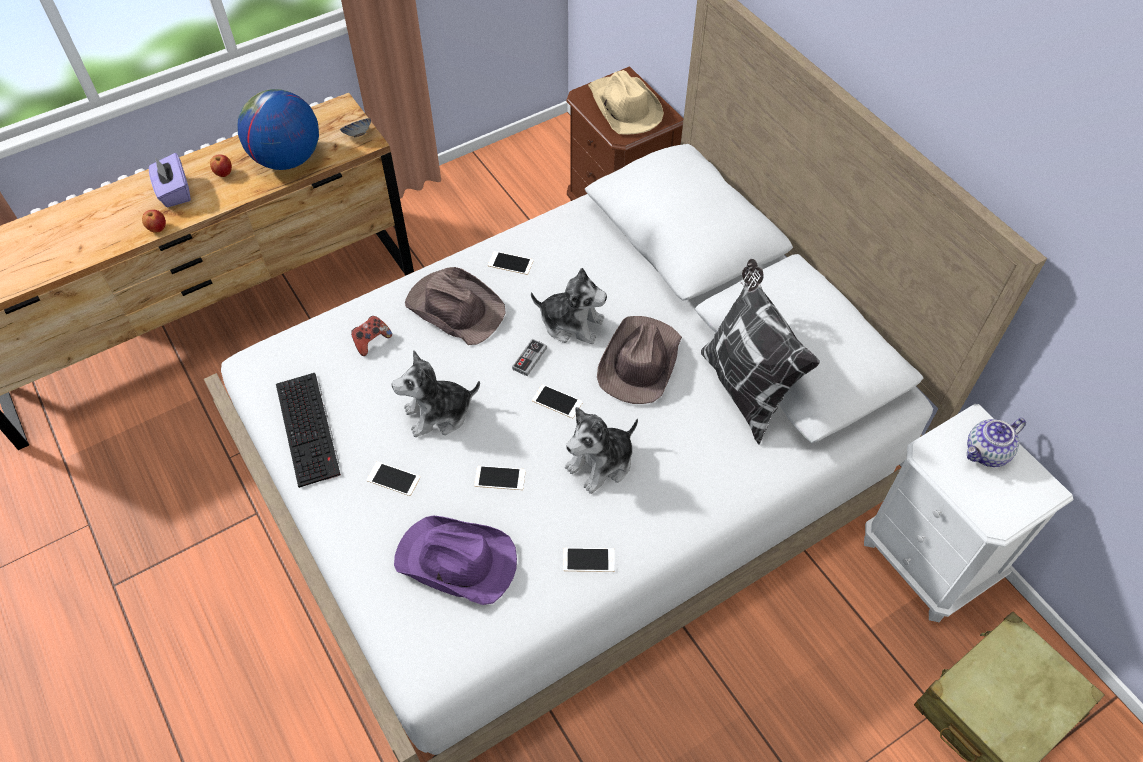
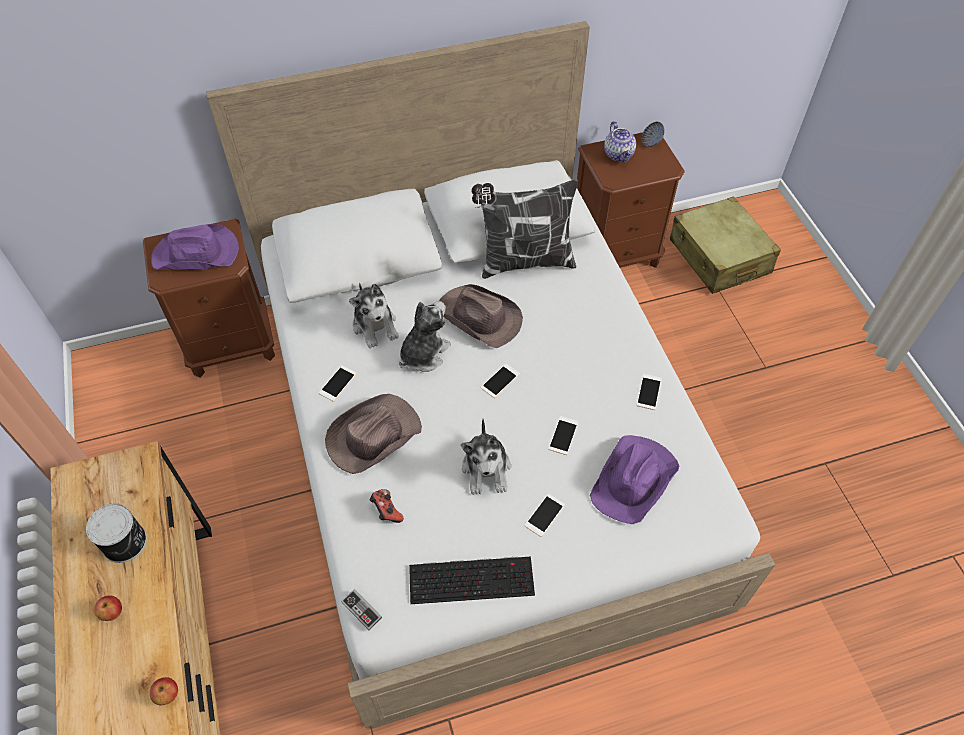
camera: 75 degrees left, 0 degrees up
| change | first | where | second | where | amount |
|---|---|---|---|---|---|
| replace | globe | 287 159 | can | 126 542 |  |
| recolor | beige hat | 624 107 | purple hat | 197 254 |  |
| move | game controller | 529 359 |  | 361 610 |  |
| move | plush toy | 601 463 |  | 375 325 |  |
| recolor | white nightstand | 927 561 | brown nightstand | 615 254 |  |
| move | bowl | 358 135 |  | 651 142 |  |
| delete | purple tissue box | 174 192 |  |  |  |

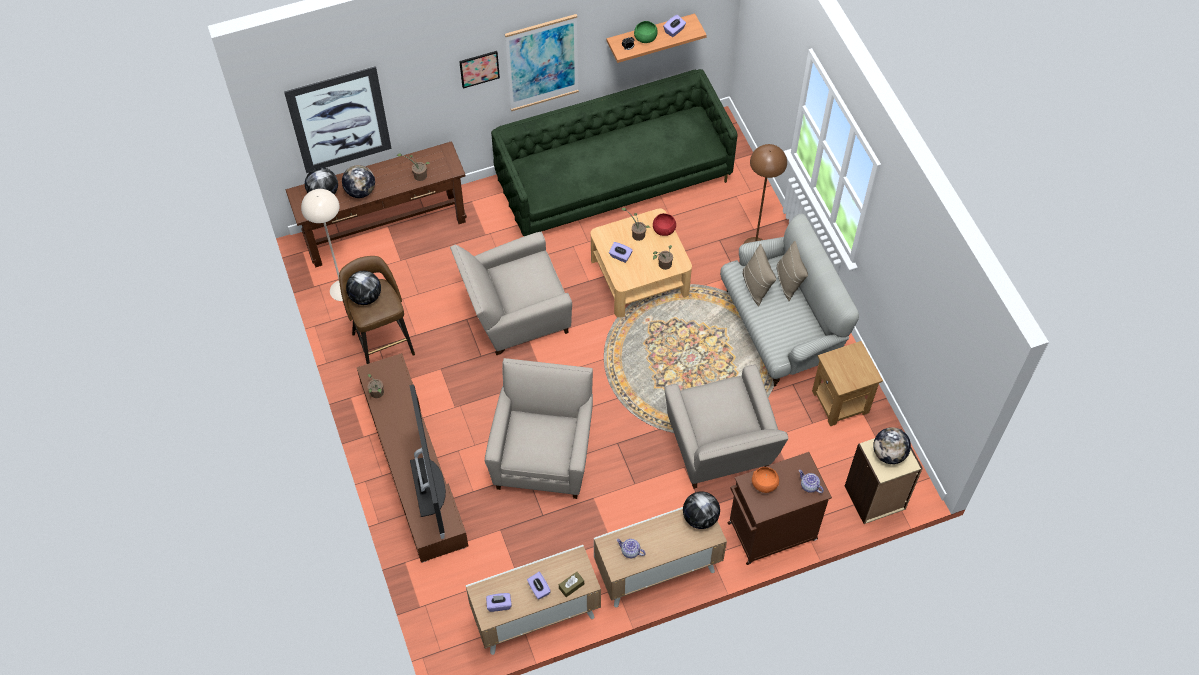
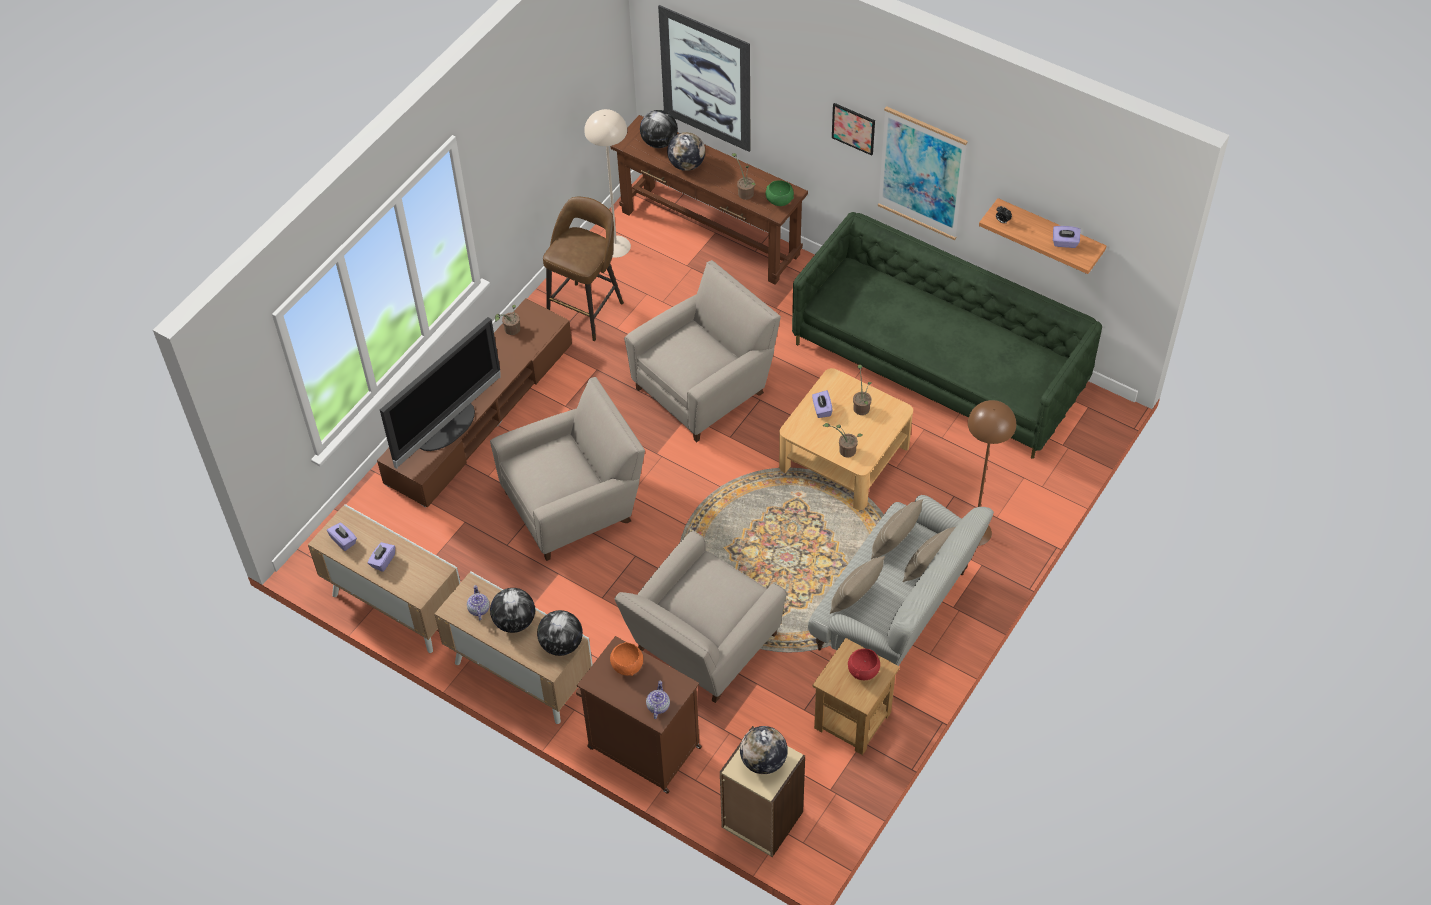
camera: 55 degrees right, 5 degrees down
| change | first | where | second | where | amount |
|---|---|---|---|---|---|
| move | globe | 365 297 |  | 514 621 |  |
| rotate | beige armchair | 514 315 |  | 705 387 | 105 degrees clockwise |
| move | green bowl | 645 39 |  | 779 201 |  |
| insert |  |  | beige pillow | 855 598 |  |
| move | red bowl | 664 230 |  | 863 671 |  |
| delete | brown tissue box | 571 586 |  |  |  |

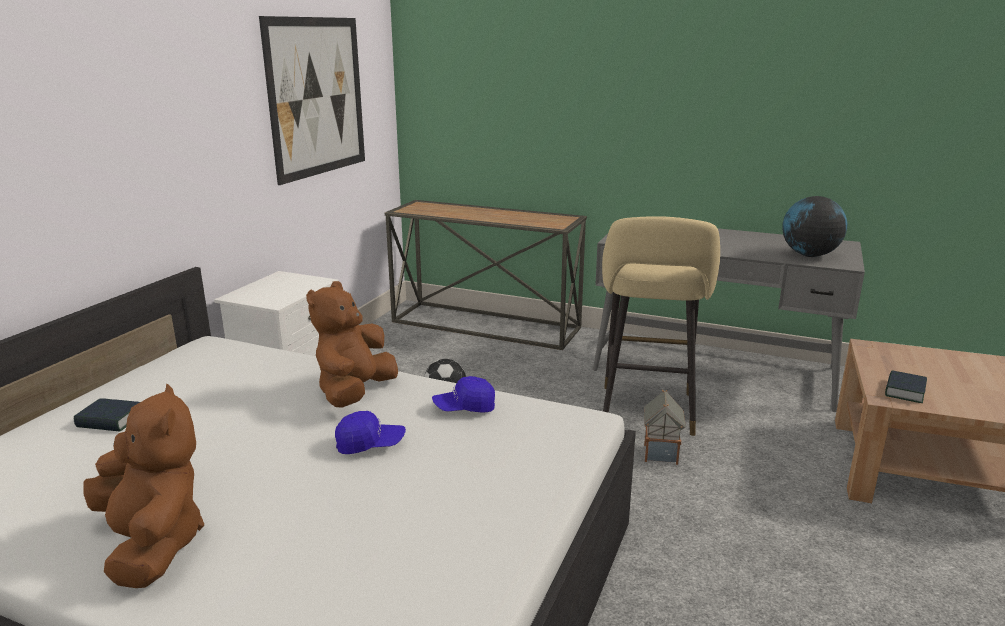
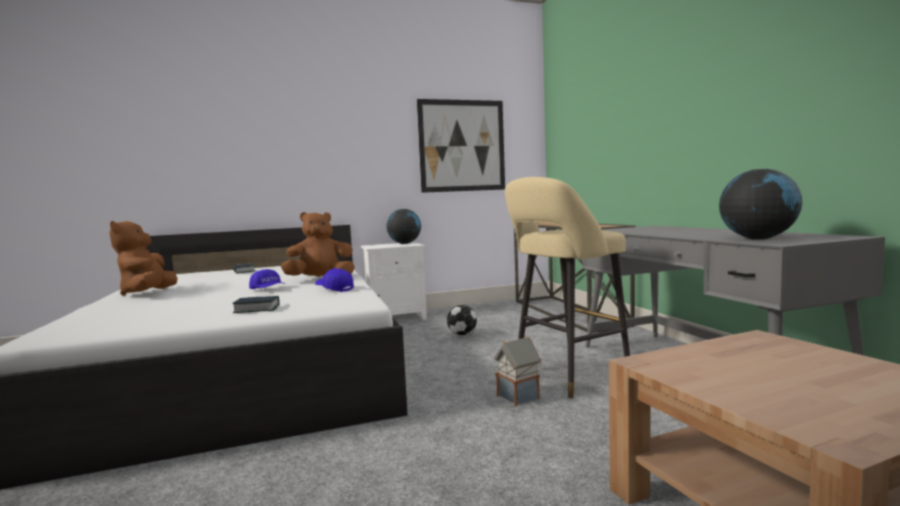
camera: 50 degrees right, 15 degrees down
| change | first | where | second | where | amount |
|---|---|---|---|---|---|
| rotate | brown plush toy | 153 545 |  | 148 293 | 150 degrees clockwise |
| move | book | 904 391 |  | 257 309 |  |
| insert |  |  | globe | 404 243 |  |

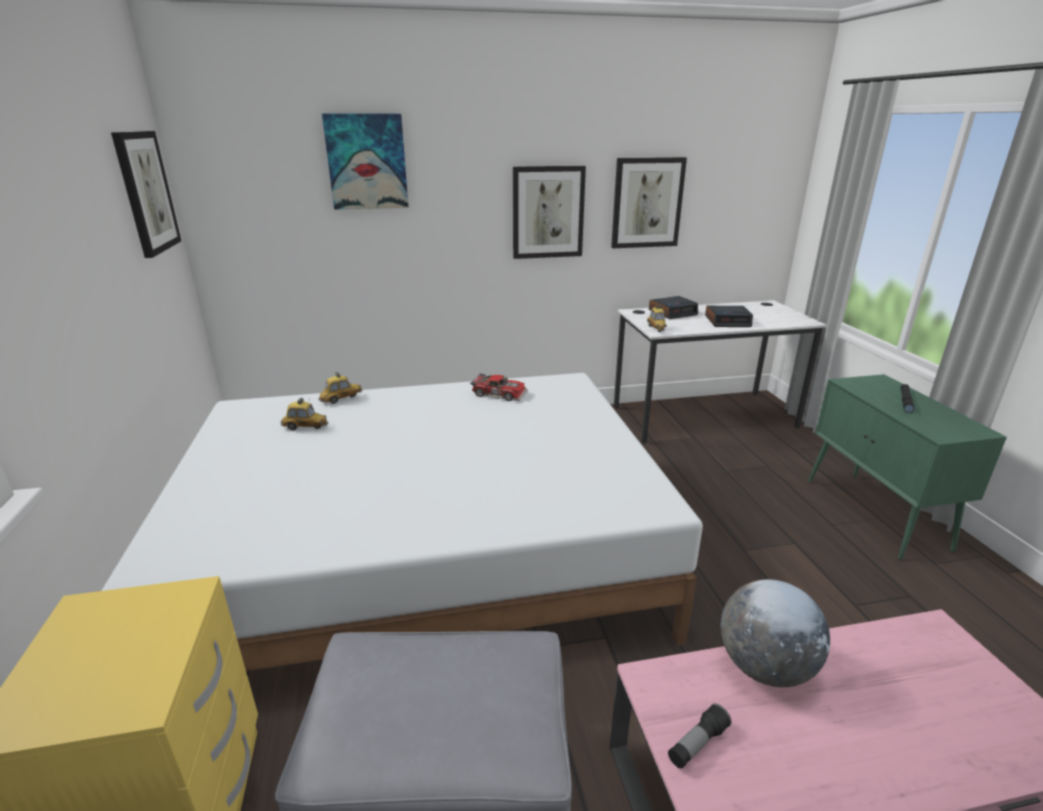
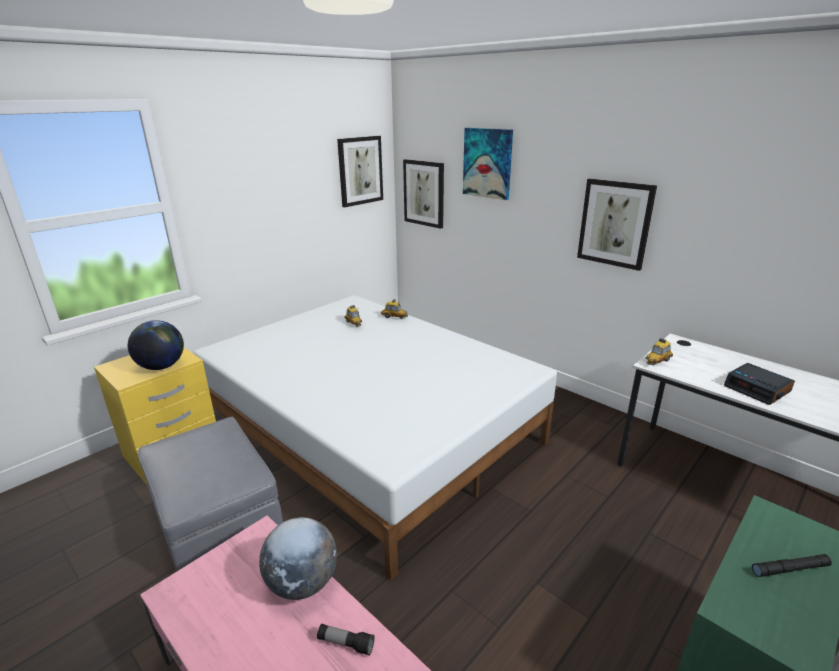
camera: 55 degrees right, 0 degrees up
| change | first | where | second | where | amount |
|---|---|---|---|---|---|
| insert |  |  | globe | 161 366 |  |
| move | flashlight | 697 744 |  | 346 643 |  |
| move | picture | 647 203 |  | 424 193 |  |
| delete | toy car | 499 393 |  |  |  |
| delete | alarm clock | 672 312 |  |  |  |

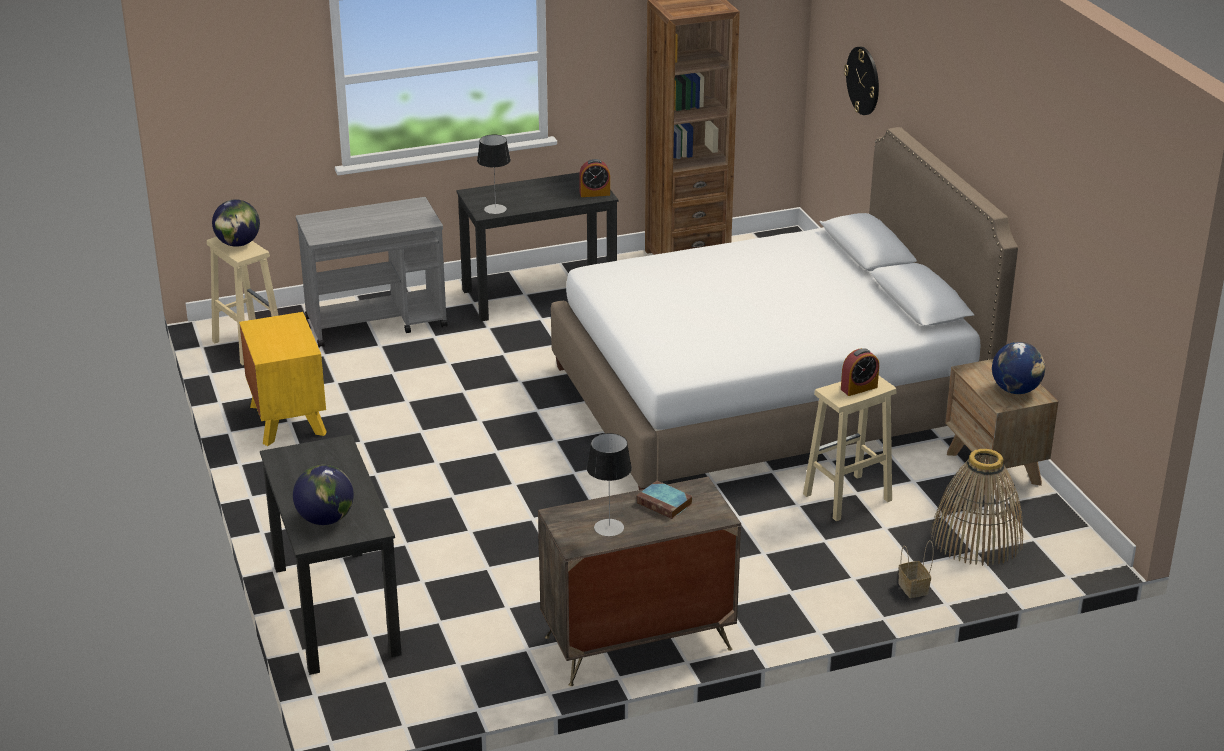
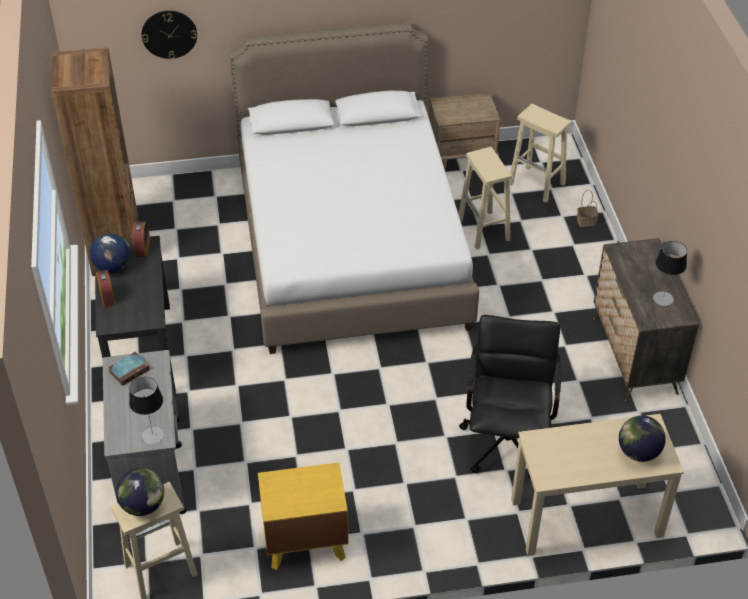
camera: 80 degrees left, 15 degrees up
| change | first | where | second | where | amount |
|---|---|---|---|---|---|
| move | globe | 1016 390 |  | 113 267 |  |
| move | alarm clock | 859 388 |  | 107 297 |  |
| move | book | 665 503 |  | 129 370 |  |
| move | table lamp | 495 209 |  | 152 435 |  |
| insert |  |  | black office chair | 507 437 |  |
| replace | basket | 976 538 | beige stool | 537 184 |  |
| recolor | black desk | 335 609 | beige desk | 585 518 |  |

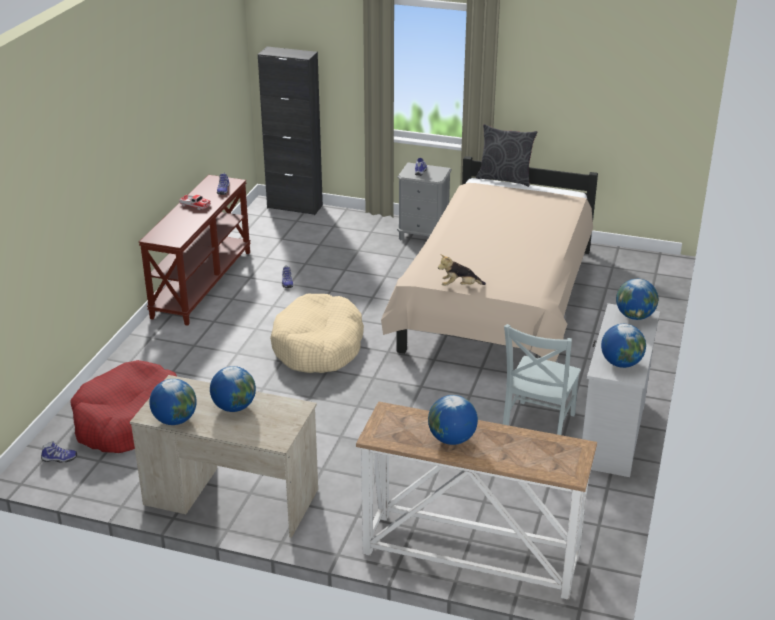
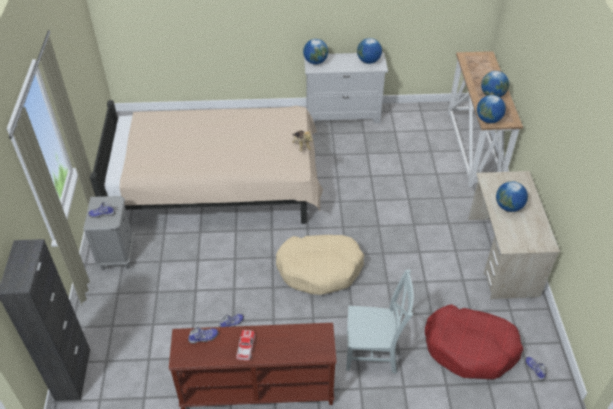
camera: 110 degrees left, 15 degrees up
| change | first | where | second | where | amount |
|---|---|---|---|---|---|
| move | grey chair | 537 427 |  | 374 352 |  |
| move | globe | 175 420 |  | 488 120 |  |
| delete | grey pillow | 504 179 |  |  |  |

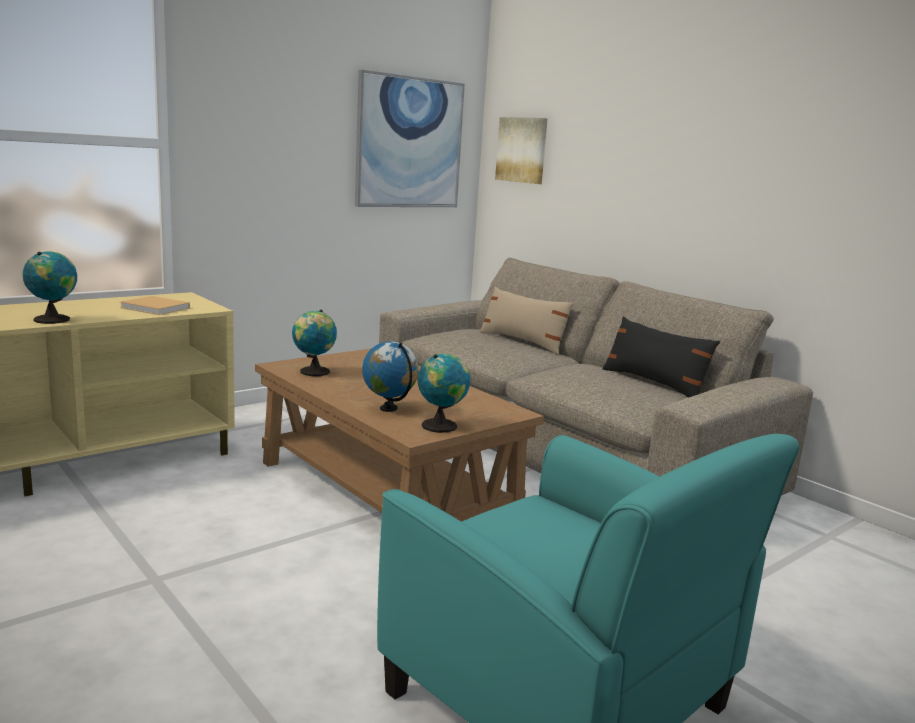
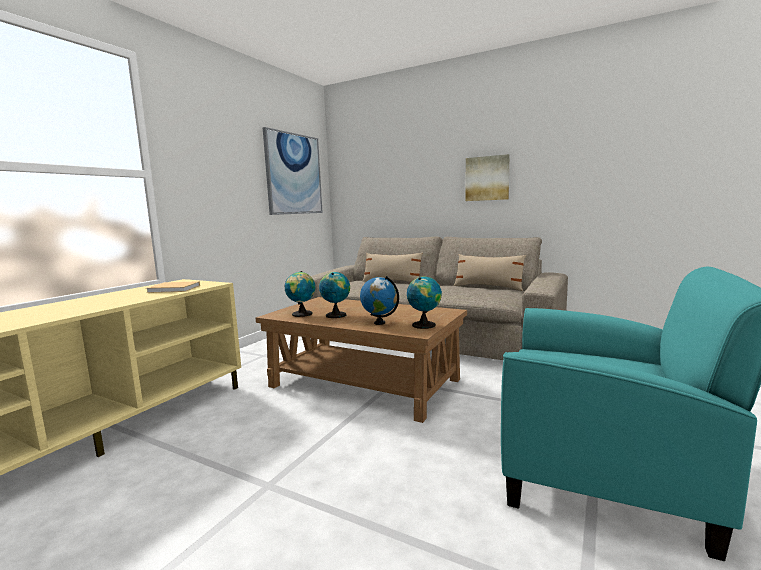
camera: 20 degrees left, 5 degrees down
| change | first | where | second | where | amount |
|---|---|---|---|---|---|
| move | globe | 54 319 |  | 336 315 |  |
| recolor | black pillow | 654 383 | beige pillow | 488 287 |  |
| move | picture | 522 150 |  | 487 178 |  |

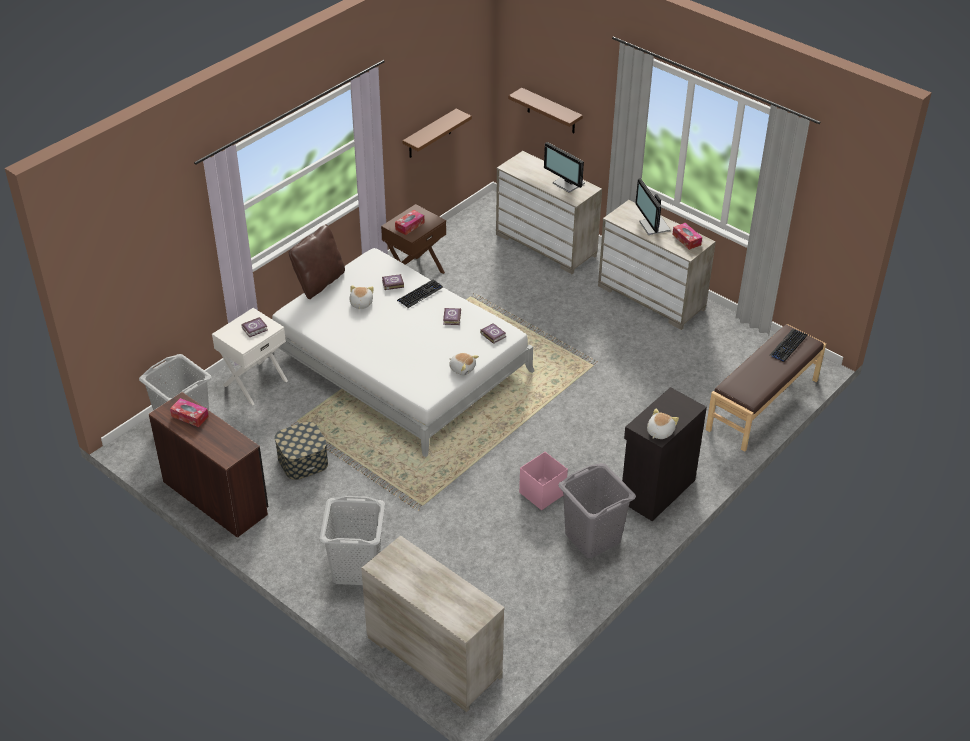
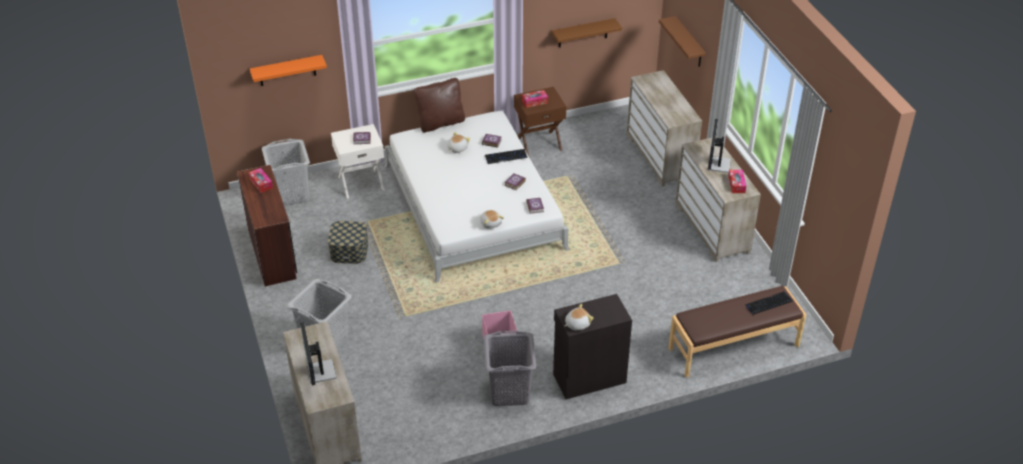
camera: 30 degrees right, 0 degrees up
| change | first | where | second | where | amount |
|---|---|---|---|---|---|
| insert |  |  | orange shelf | 287 70 |  |
| move | monitor | 568 184 |  | 320 372 |  |

